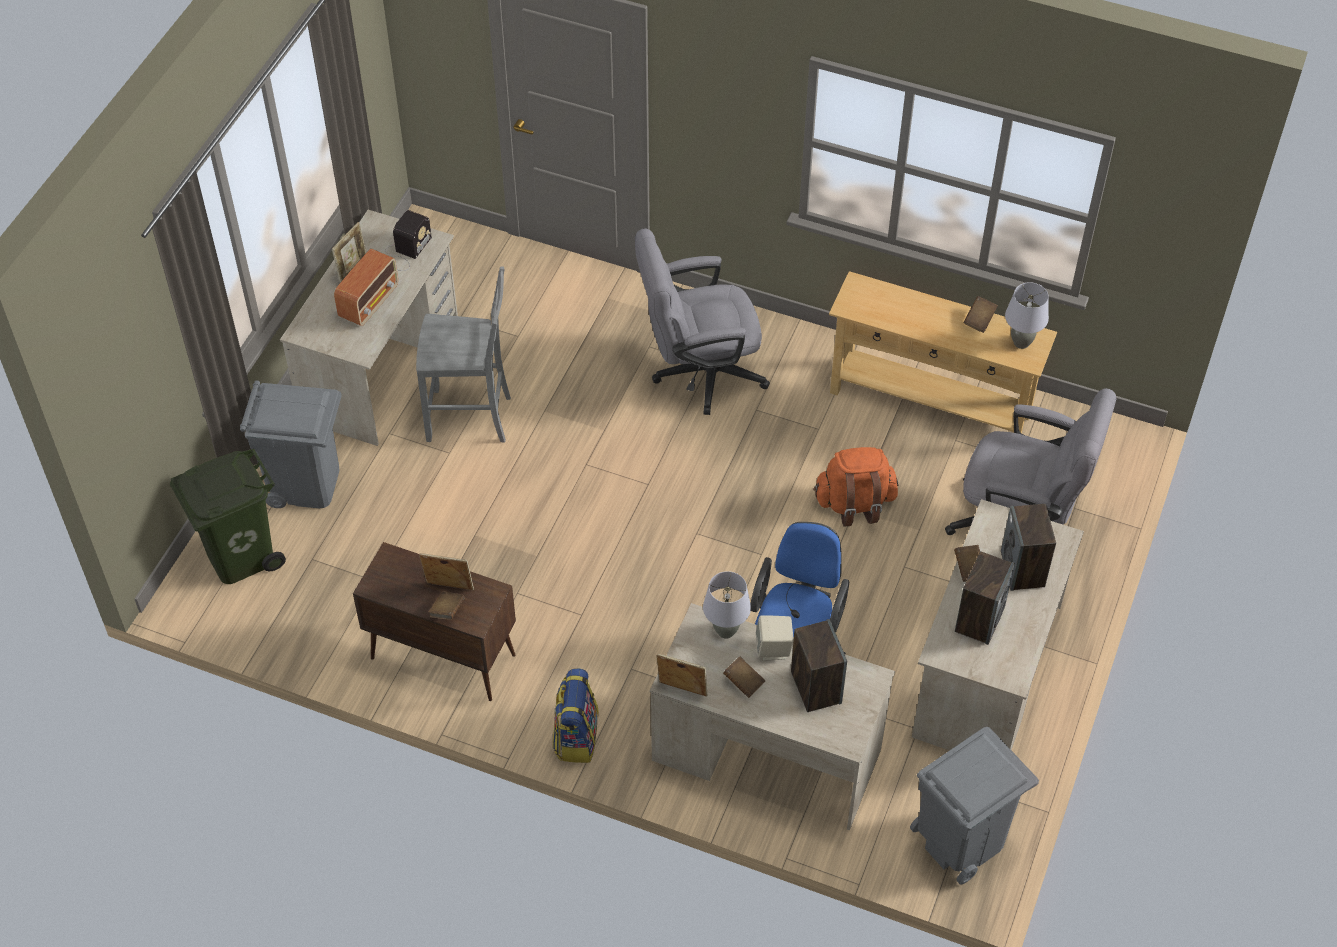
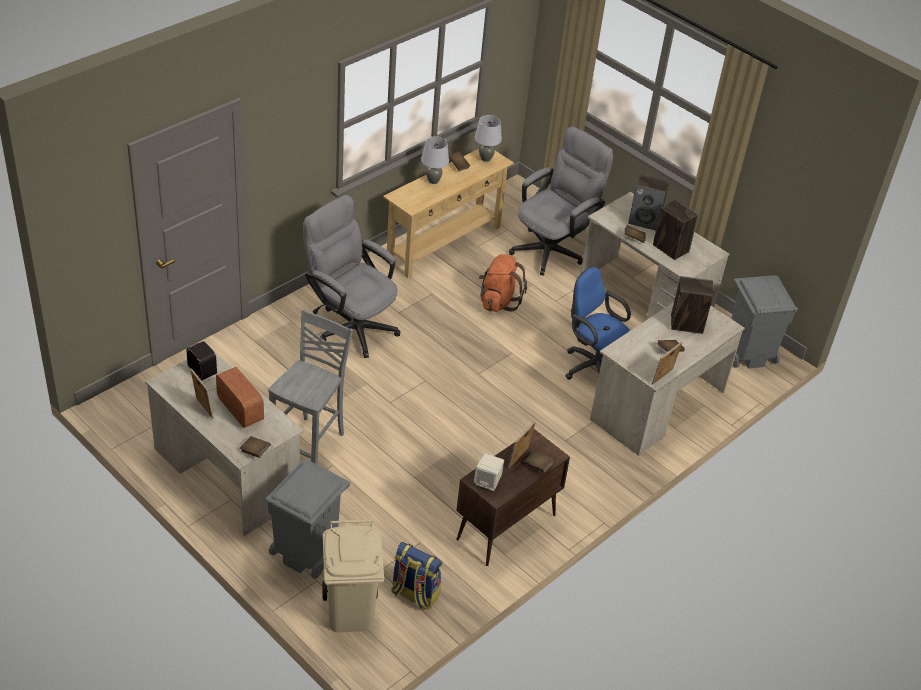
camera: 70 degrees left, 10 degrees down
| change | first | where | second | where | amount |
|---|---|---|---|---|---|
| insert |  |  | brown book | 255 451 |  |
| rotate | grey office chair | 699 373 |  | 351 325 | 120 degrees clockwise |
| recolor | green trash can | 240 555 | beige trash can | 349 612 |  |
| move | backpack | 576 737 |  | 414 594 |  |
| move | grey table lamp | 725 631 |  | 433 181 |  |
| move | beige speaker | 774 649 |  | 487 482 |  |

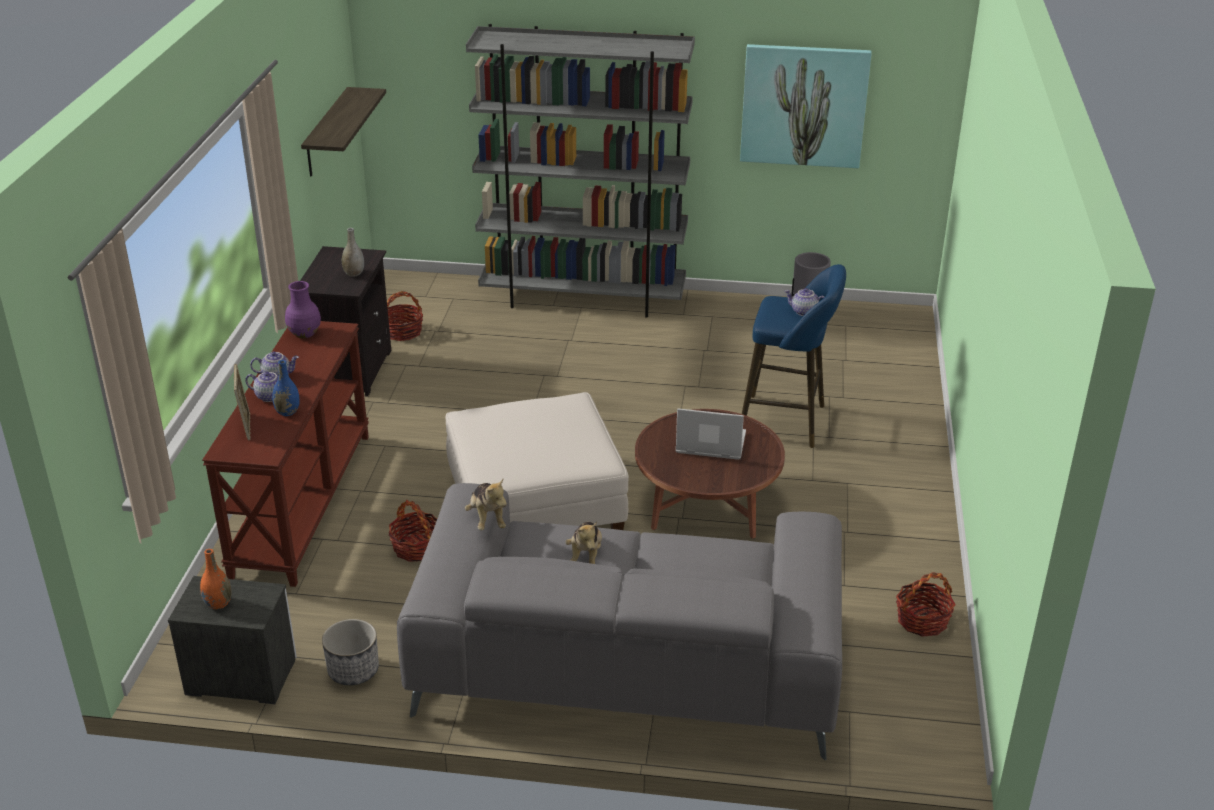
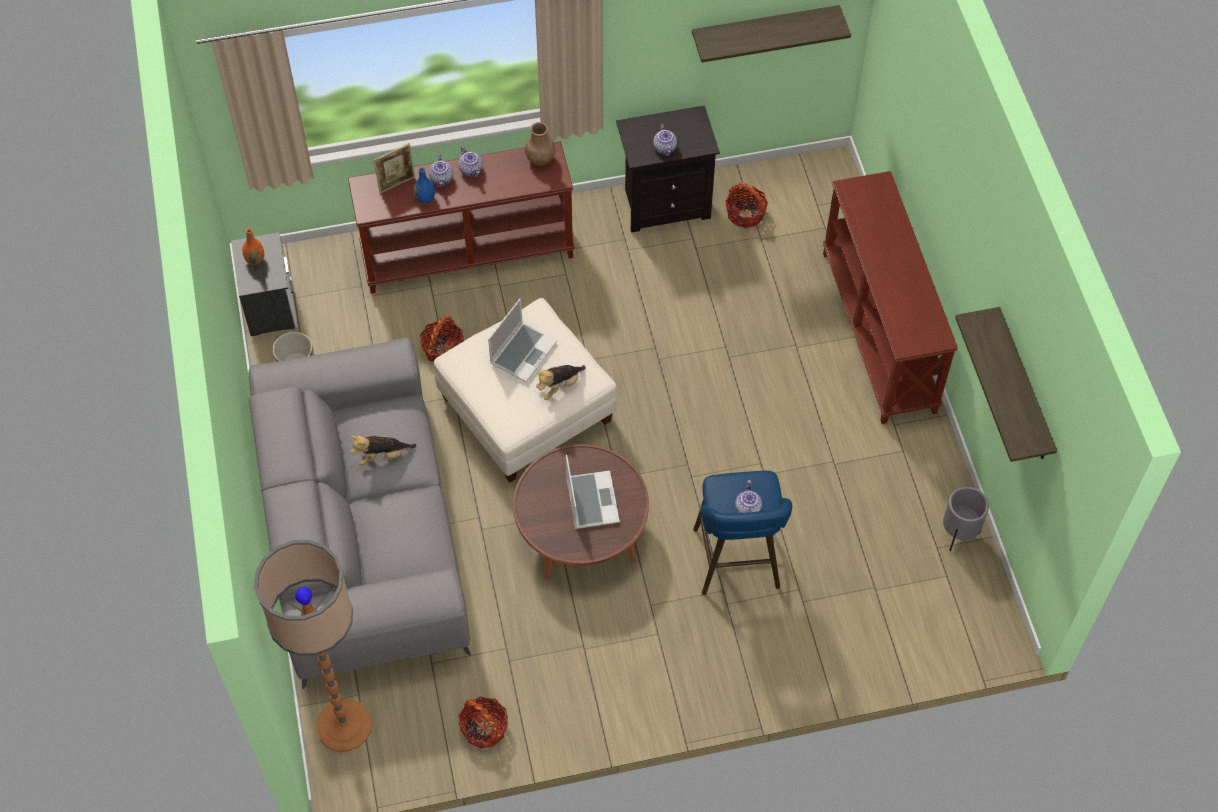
camera: 70 degrees right, 25 degrees up
| change | first | where | second | where | amount |
|---|---|---|---|---|---|
| insert |  |  | floor lamp | 344 725 |  |
| insert |  |  | laptop | 523 352 |  |
| recolor | purple vase | 304 333 | brown vase | 540 159 |  |
| move | plush toy | 487 519 |  | 559 386 |  |
| replace | grey vase | 354 274 | teapot | 665 148 |  |
| replace | grey bookcase | 583 299 | brown console table | 880 331 |  |
| replace | picture | 804 105 | shelf | 1024 388 |  |

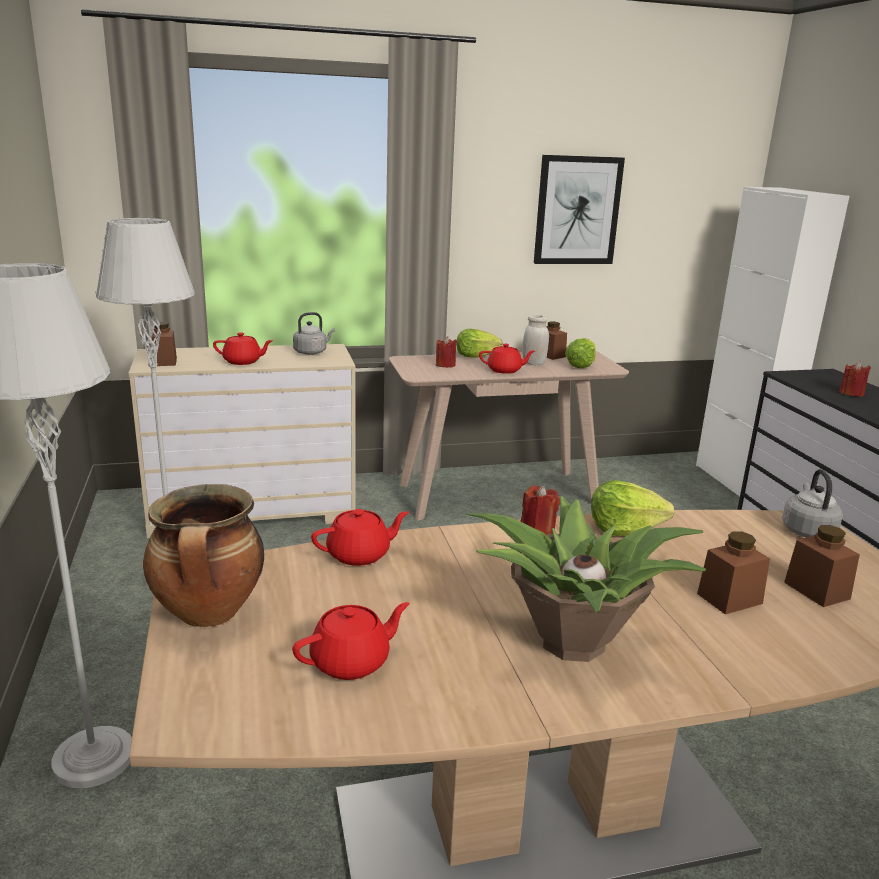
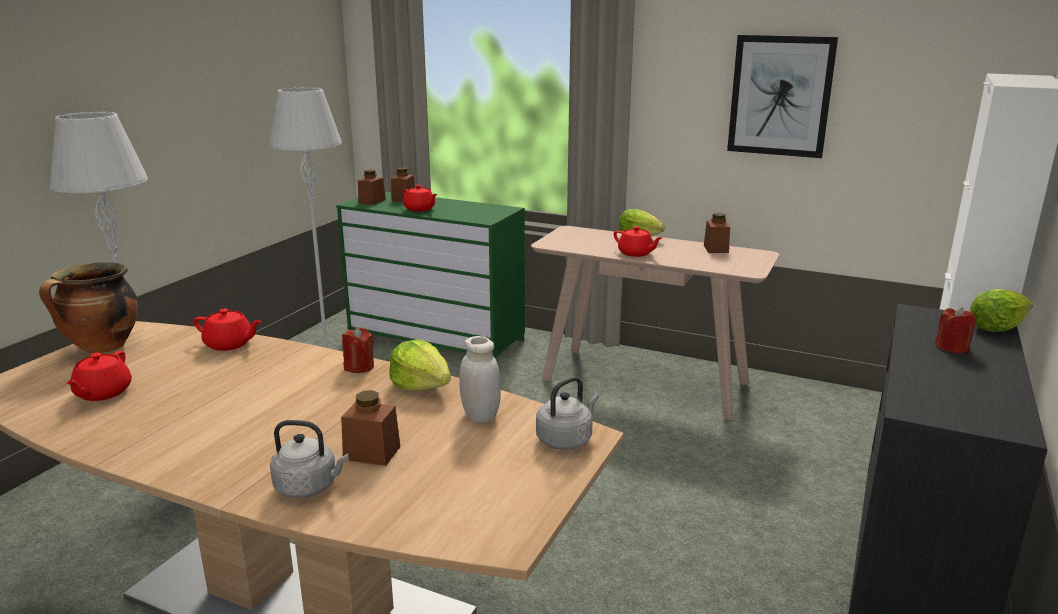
camera: 40 degrees right, 0 degrees up
| change | first | where | second | where | amount |
|---|---|---|---|---|---|
| rotate | red teapot | 352 662 |  | 102 393 | 90 degrees clockwise |
| move | grey kettle | 312 352 |  | 309 487 |  |
| recolor | beige dresser | 253 510 | green dresser | 437 338 |  |
| move | brown jar | 816 590 |  | 403 199 |  |
| move | white jar | 533 363 |  | 480 415 |  |
| move | lettuce | 580 365 |  | 996 328 |  |
| delete | red candle | 445 365 |  |  |  |
| delete | potted plant | 569 641 |  |  |  |

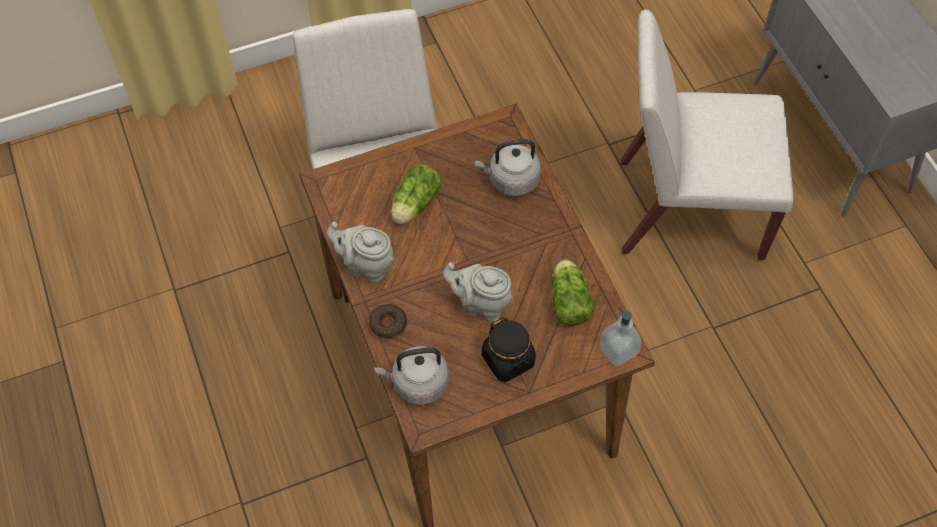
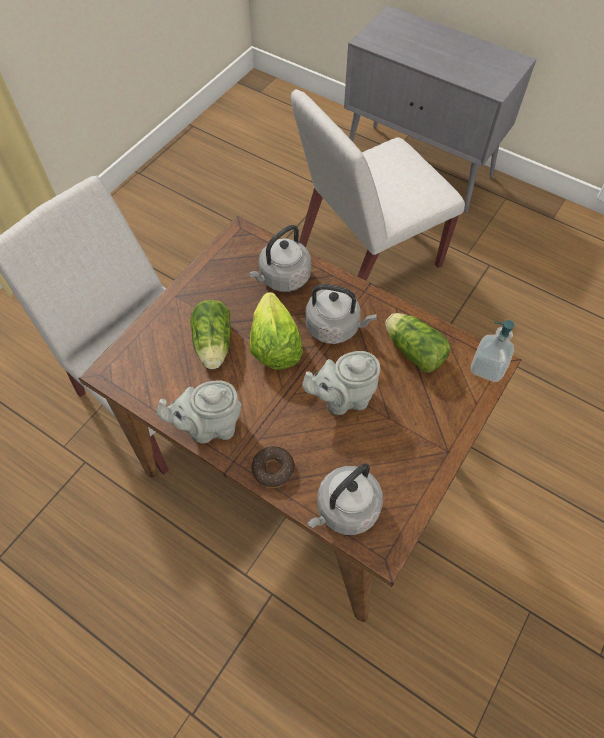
camera: 35 degrees left, 0 degrees up
| change | first | where | second | where | amount |
|---|---|---|---|---|---|
| insert |  |  | lettuce | 274 345 |  |
| insert |  |  | grey kettle | 335 327 |  |
| delete | black jar | 508 360 |  |  |  |

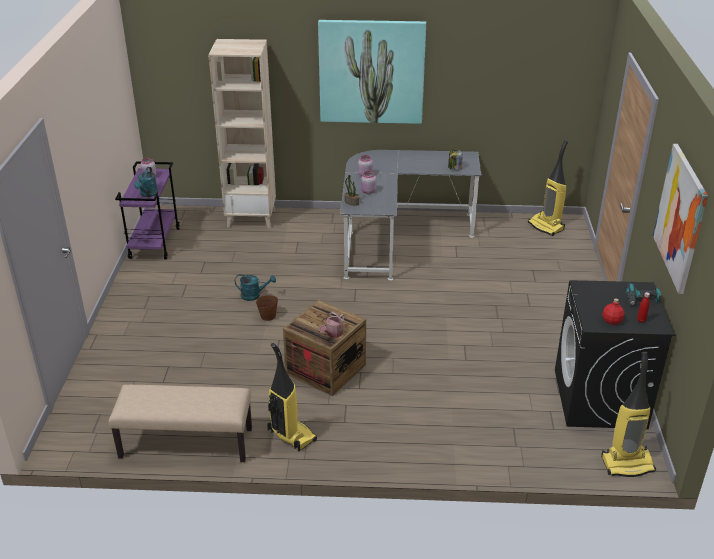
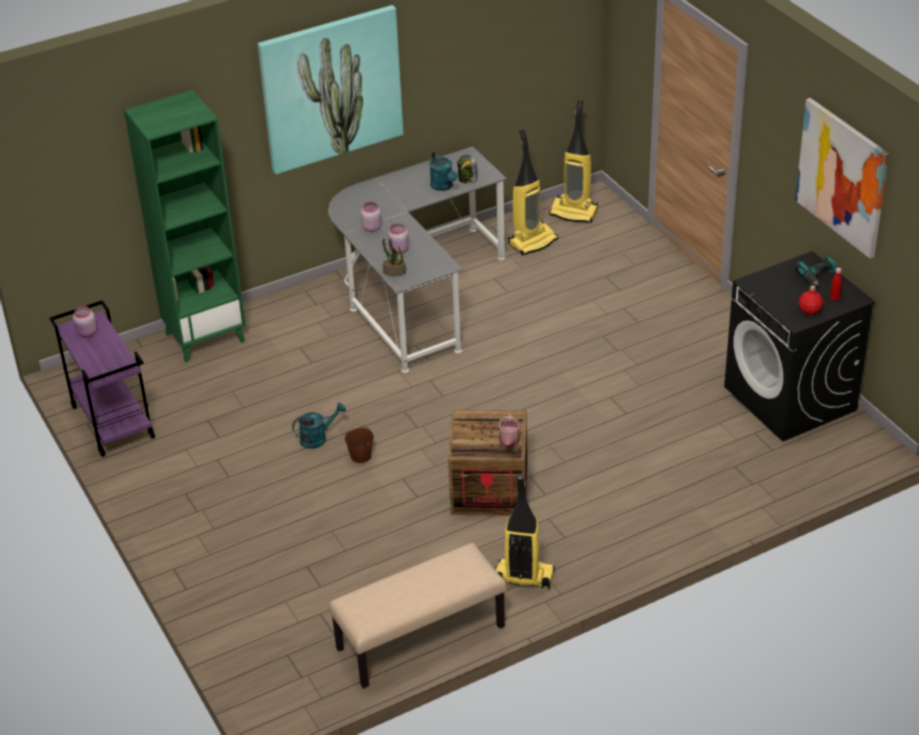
camera: 30 degrees left, 5 degrees up
| change | first | where | second | where | amount |
|---|---|---|---|---|---|
| recolor | beige bookcase | 251 218 | green bookcase | 205 337 |  |
| move | turquoise watering can | 148 194 |  | 444 186 |  |
| move | vacuum cleaner | 627 463 |  | 532 241 |  |

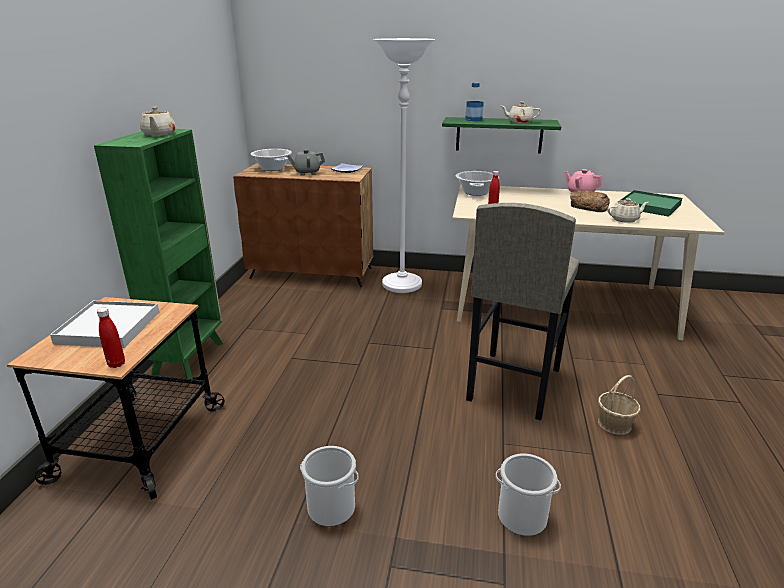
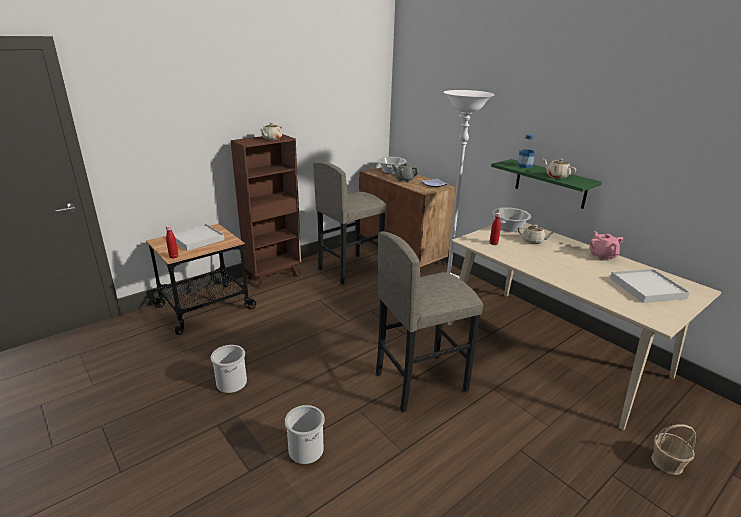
camera: 40 degrees right, 0 degrees up
| change | first | where | second | where | amount |
|---|---|---|---|---|---|
| recolor | green bookcase | 190 357 | brown bookcase | 274 277 |  |
| insert |  |  | grey stool | 349 269 |  |
| move | beige teapot | 625 219 |  | 533 241 |  |
| recolor | green tray | 649 206 | white tray | 647 288 |  |
| move | basket | 614 424 |  | 667 463 |  |
| delete | bread | 588 206 |  |  |  |

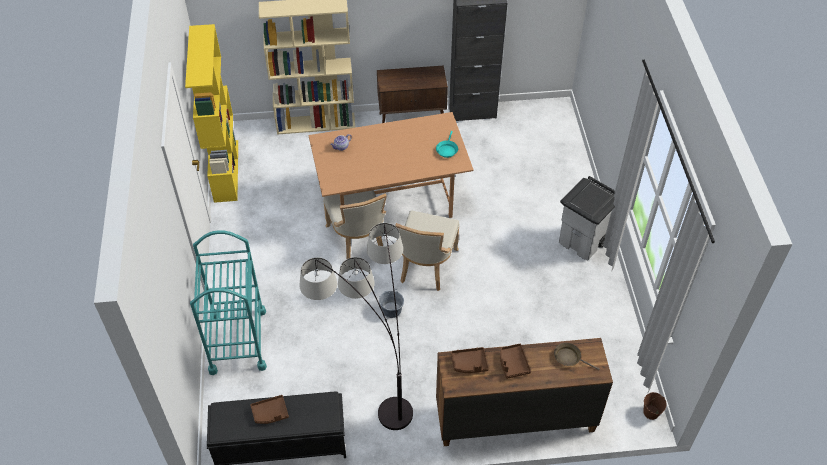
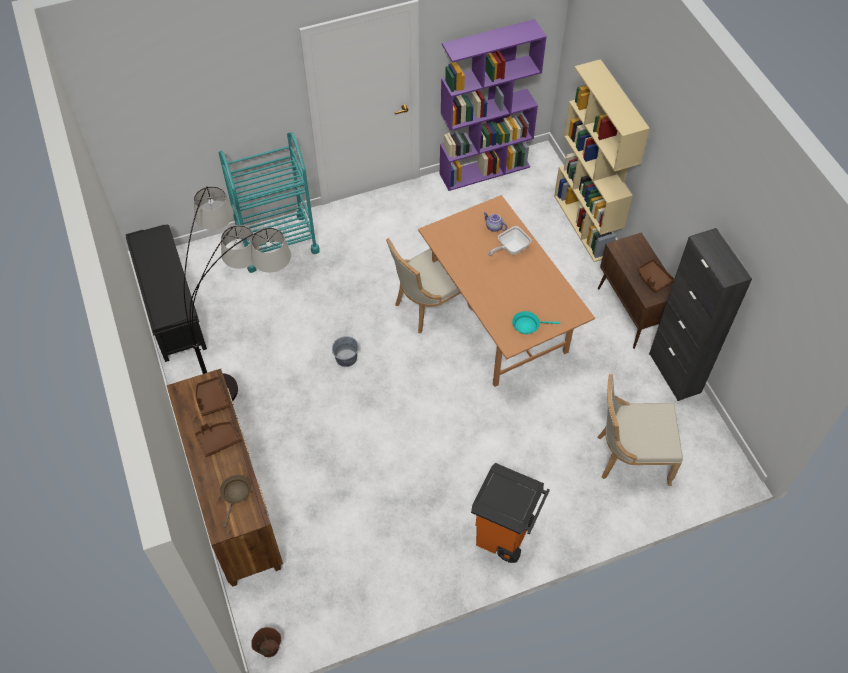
camera: 75 degrees right, 5 degrees up
| change | first | where | second | where | amount |
|---|---|---|---|---|---|
| recolor | yellow bookcase | 226 170 | purple bookcase | 485 170 |  |
| recolor | grey trash can | 583 242 | orange trash can | 504 535 |  |
| insert |  |  | frying pan | 510 249 |  |
| move | beige chair | 426 267 |  | 630 457 |  |
| move | brown tray | 270 413 |  | 653 279 |  |

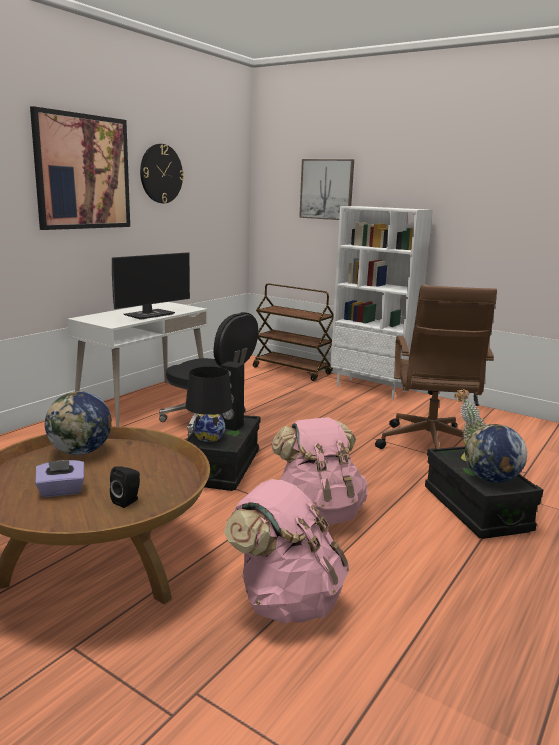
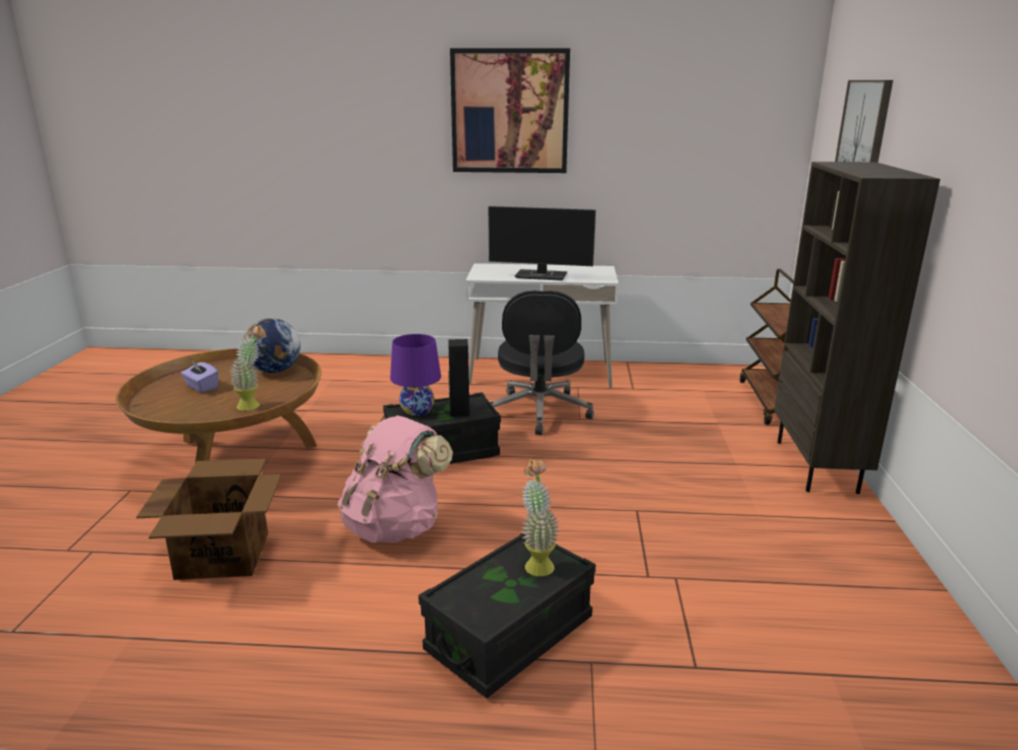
camera: 60 degrees right, 5 degrees up
| change | first | where | second | where | amount |
|---|---|---|---|---|---|
| replace | pink backpack | 286 601 | cardboard box | 224 554 |  |
| insert |  |  | potted plant | 254 404 |  |
| recolor | black table lamp | 209 436 | purple table lamp | 417 410 |  |
| recolor | white bookcase | 371 388 | brown bookcase | 818 467 |  |
| delete | black speaker | 127 501 |  |  |  |
| delete | wall clock | 161 174 |  |  |  |
| delete | brown office chair | 429 446 |  |  |  |
| delete | globe | 491 479 |  |  |  |

